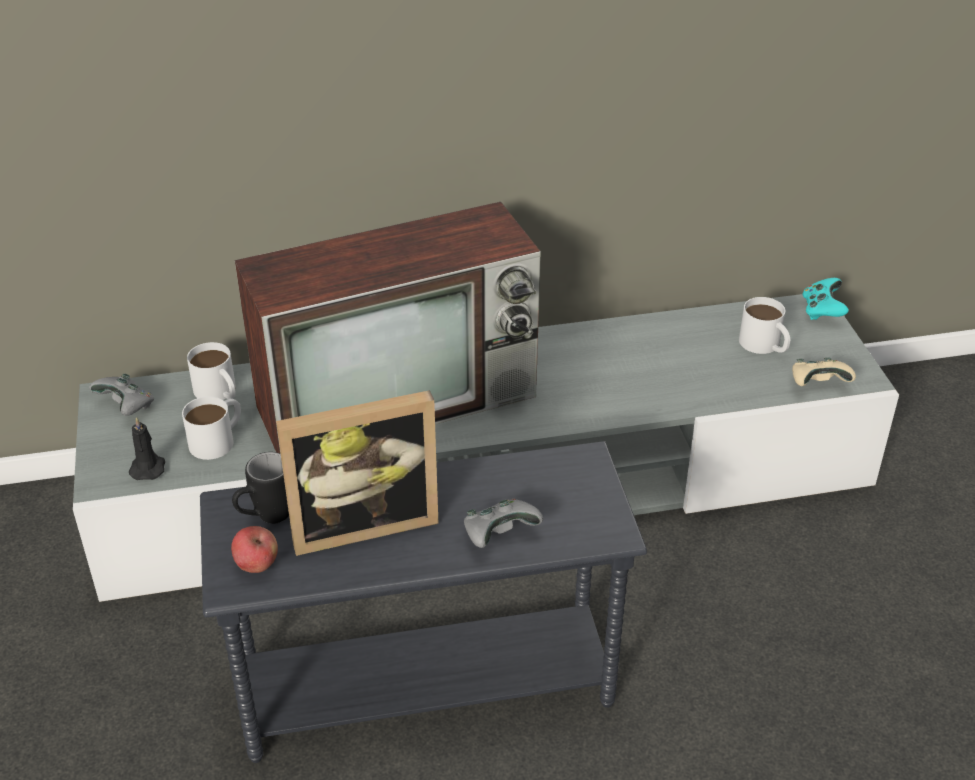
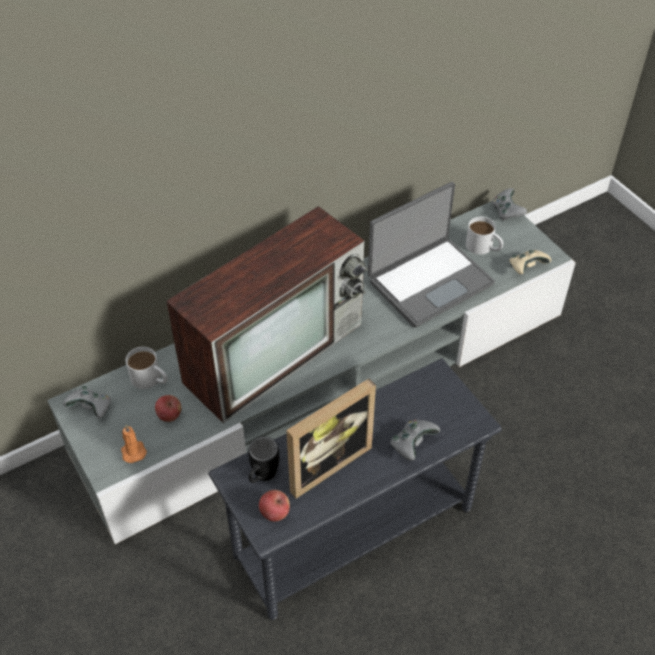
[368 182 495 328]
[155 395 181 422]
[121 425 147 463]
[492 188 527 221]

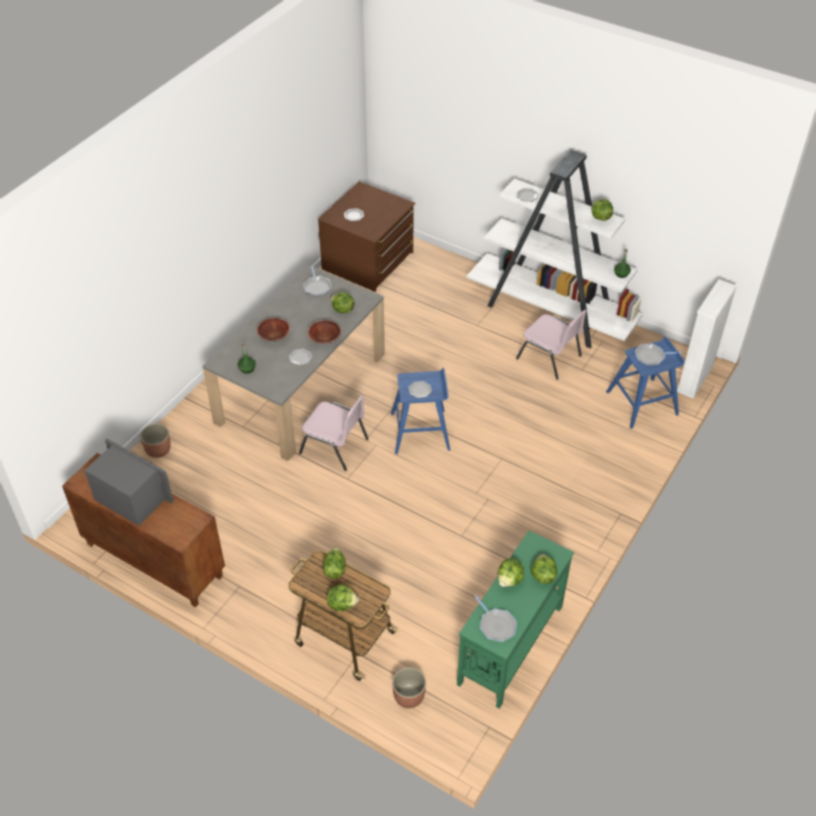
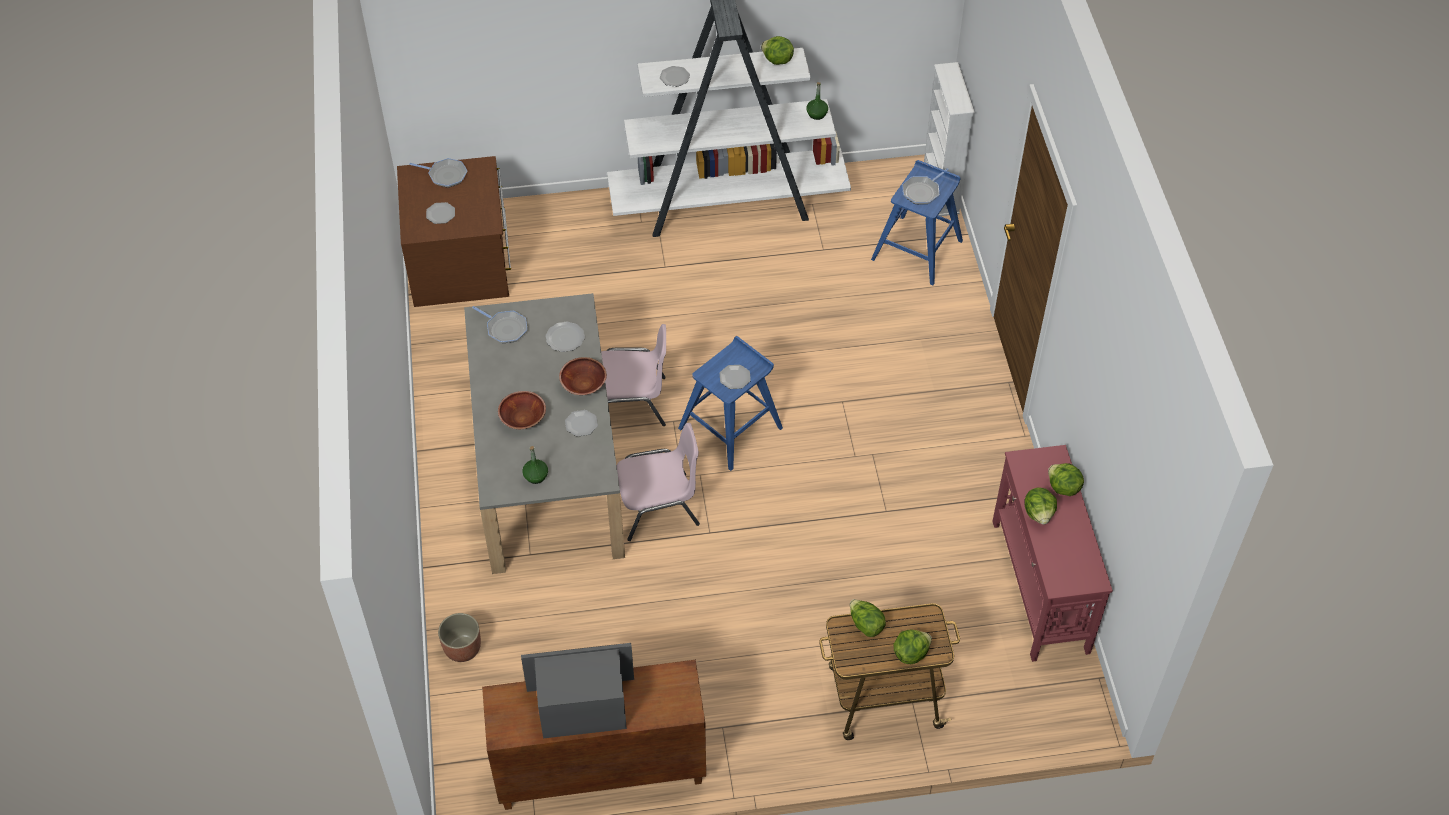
[392 667 426 708] (first image)
[409 158 467 188]
[601 324 666 426]
[545 322 585 352]
[993 445 1113 662]

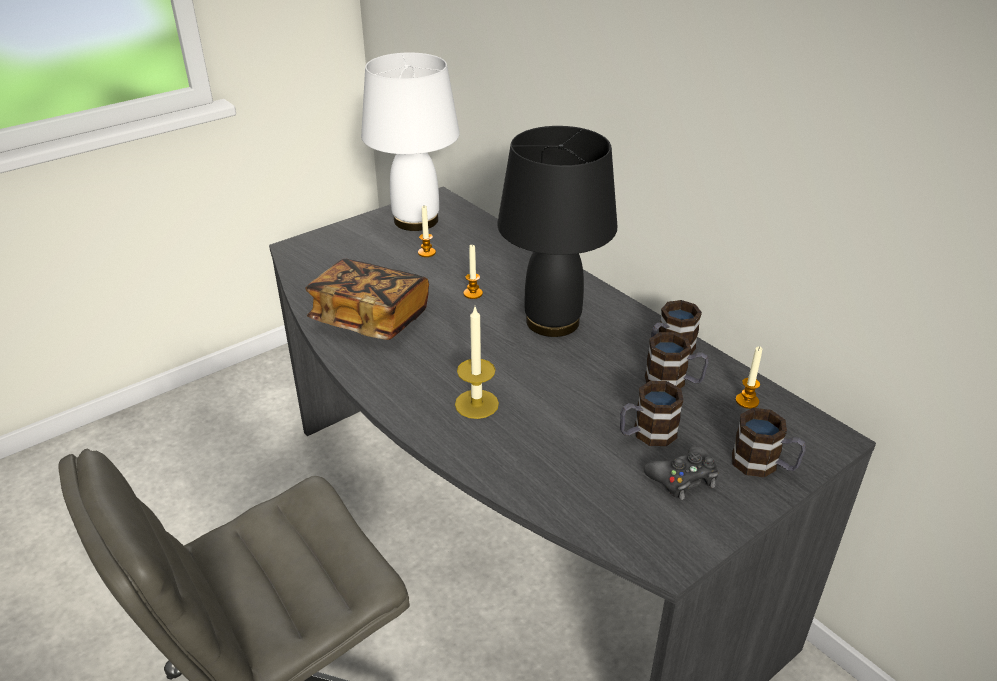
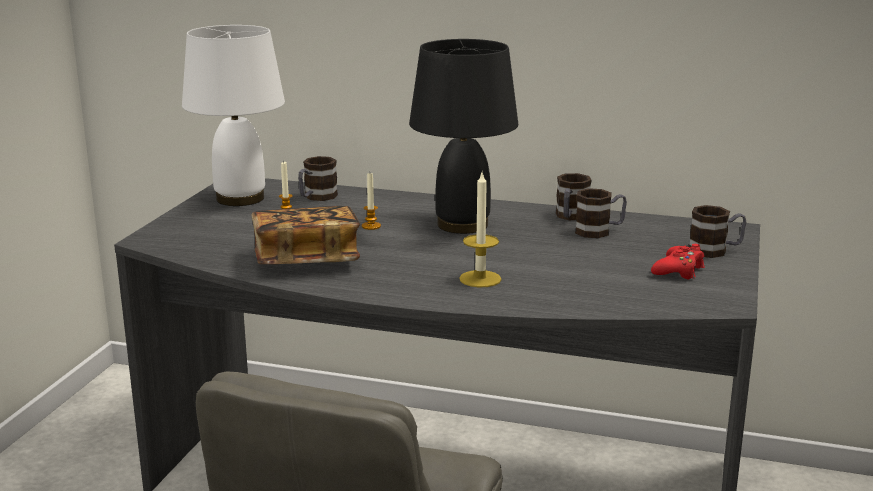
[736 346 762 409] (first image)
[298 156 338 201]
[651 244 705 280]

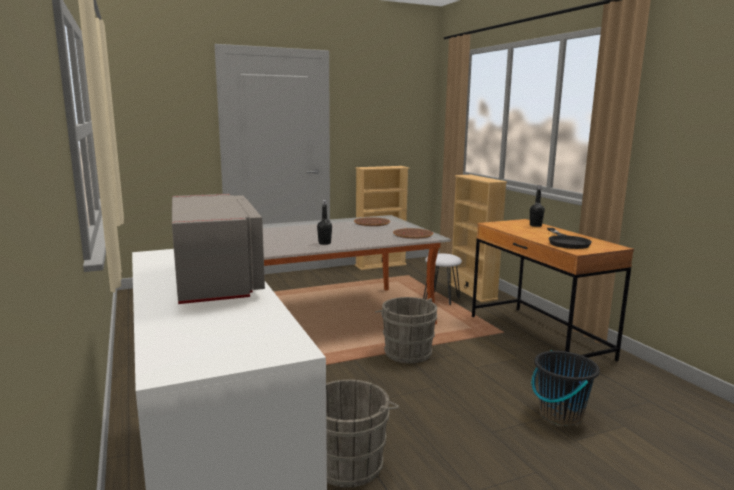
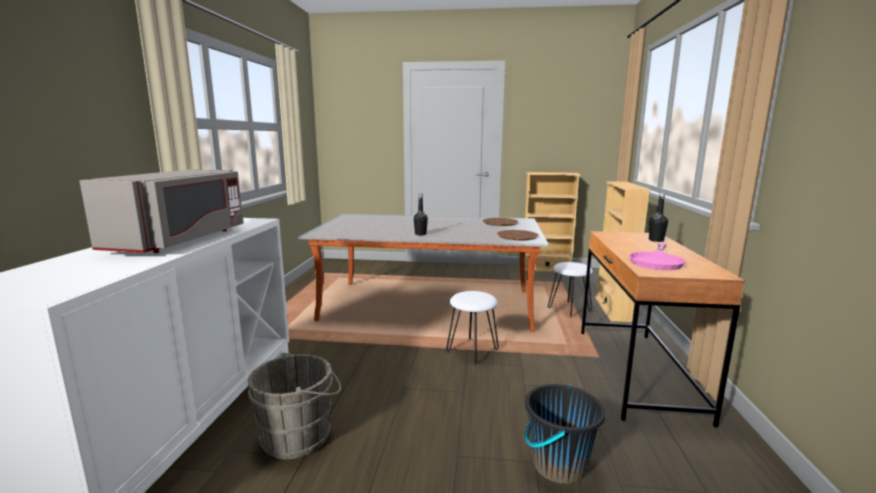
[446 291 499 365]
[629 243 686 270]

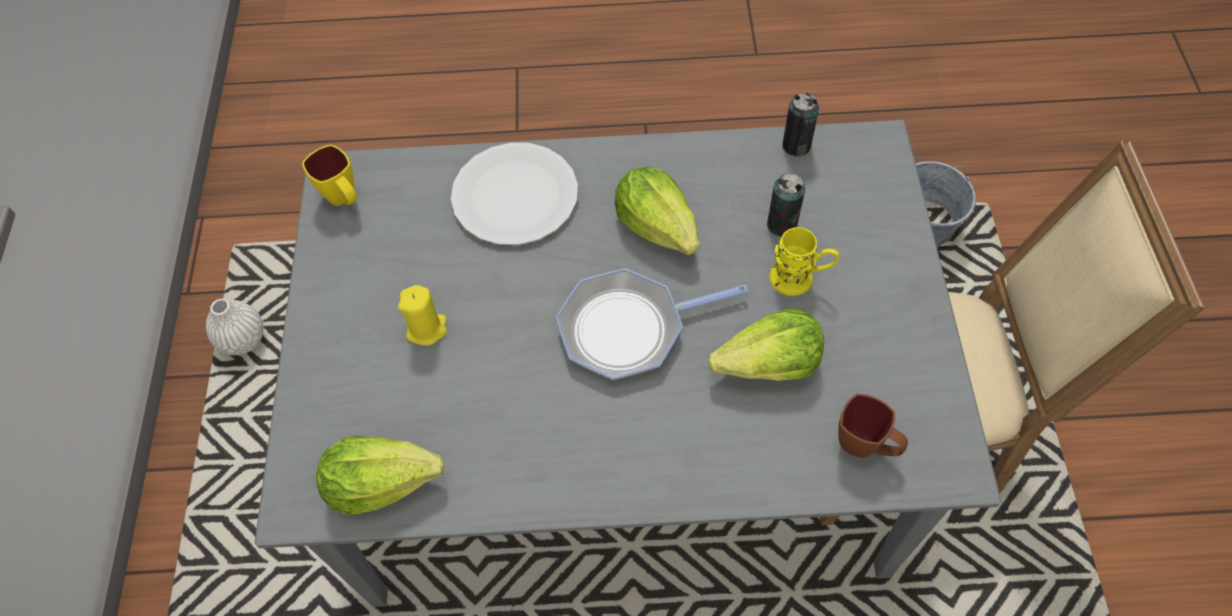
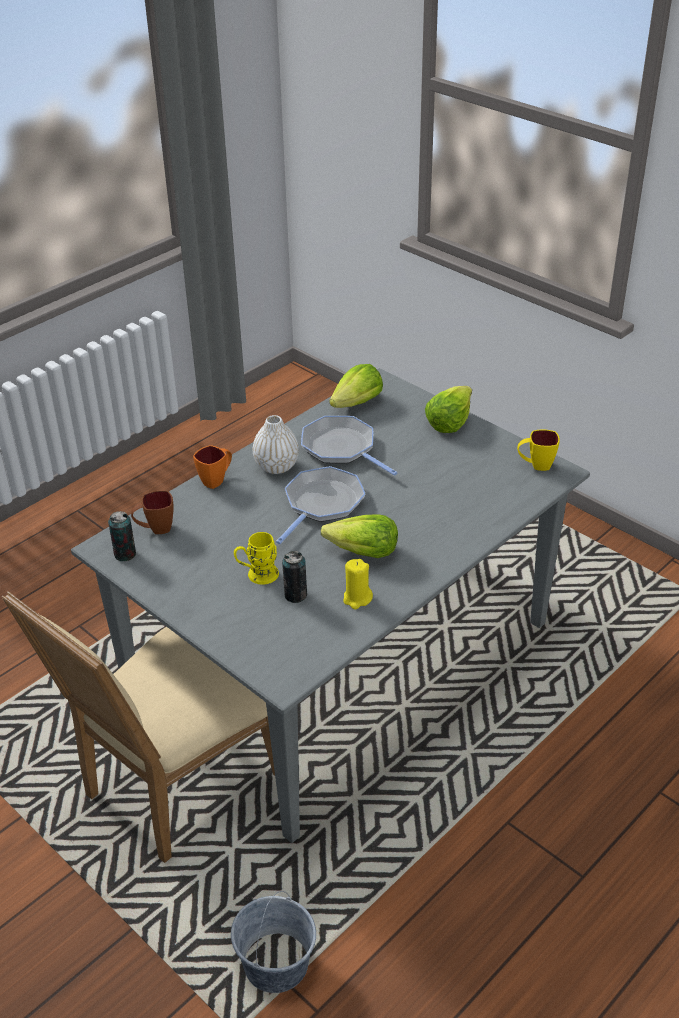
[451 143 578 245] (first image)
[193 445 232 489]
[301 416 398 476]
[252 415 299 474]
[343 559 373 609]
[425 386 472 433]
[108 511 136 561]

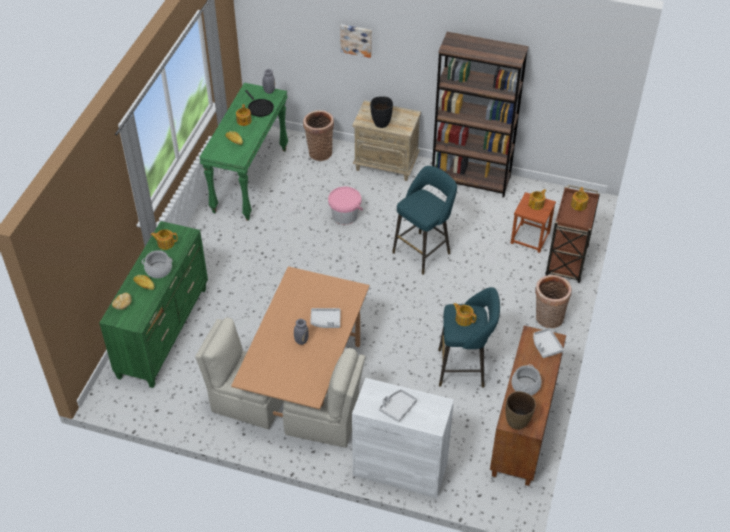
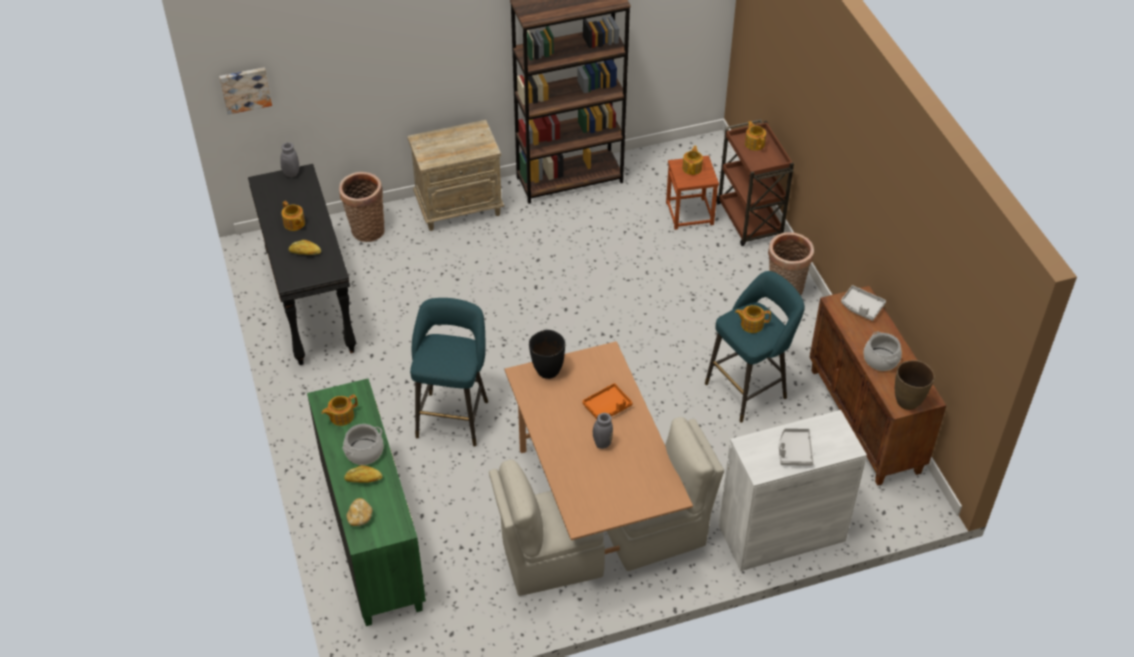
[245 90 274 117] (first image)
[328 187 363 225] (first image)
[219 67 272 115]
[529 330 565 379]
[410 298 488 447]
[248 164 356 365]
[582 383 633 419]

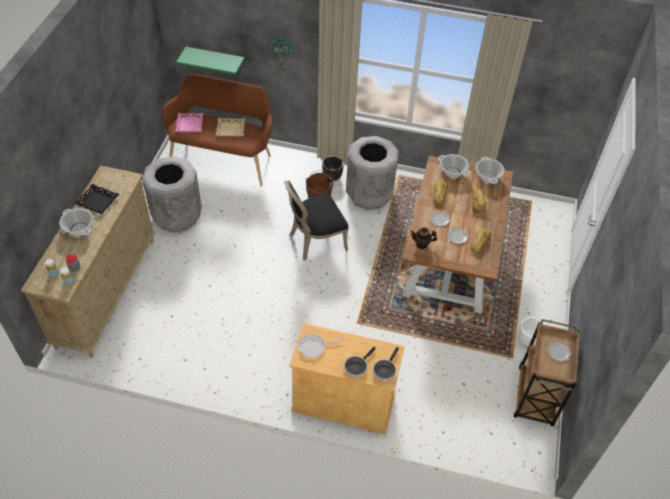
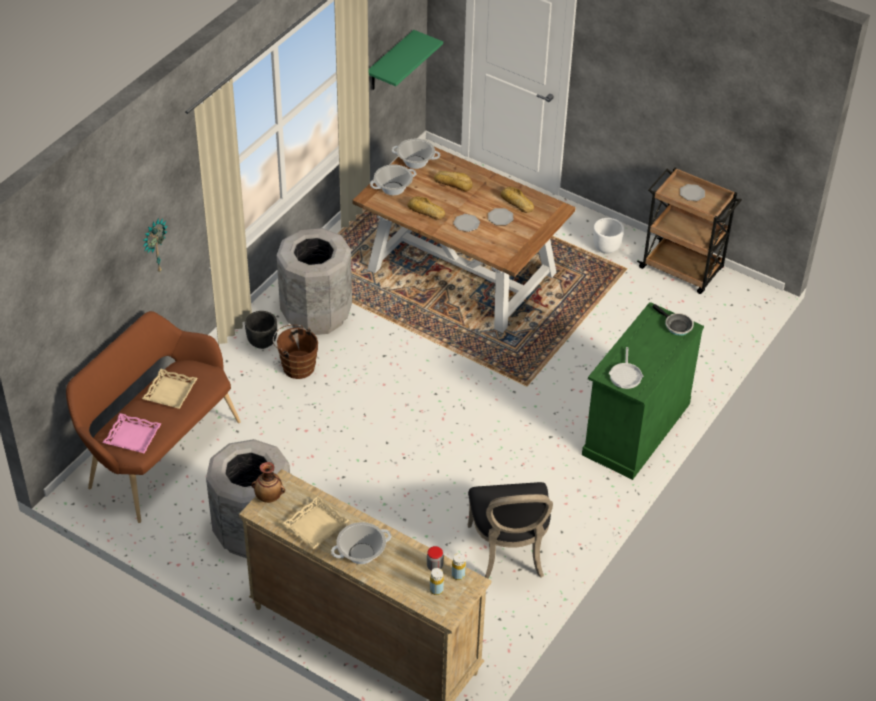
[344 347 376 377] (first image)
[410 227 437 249] (first image)
[251 462 285 503]
[369 30 443 90]
[468 482 553 579]
[282 496 349 549]
[582 302 704 480]

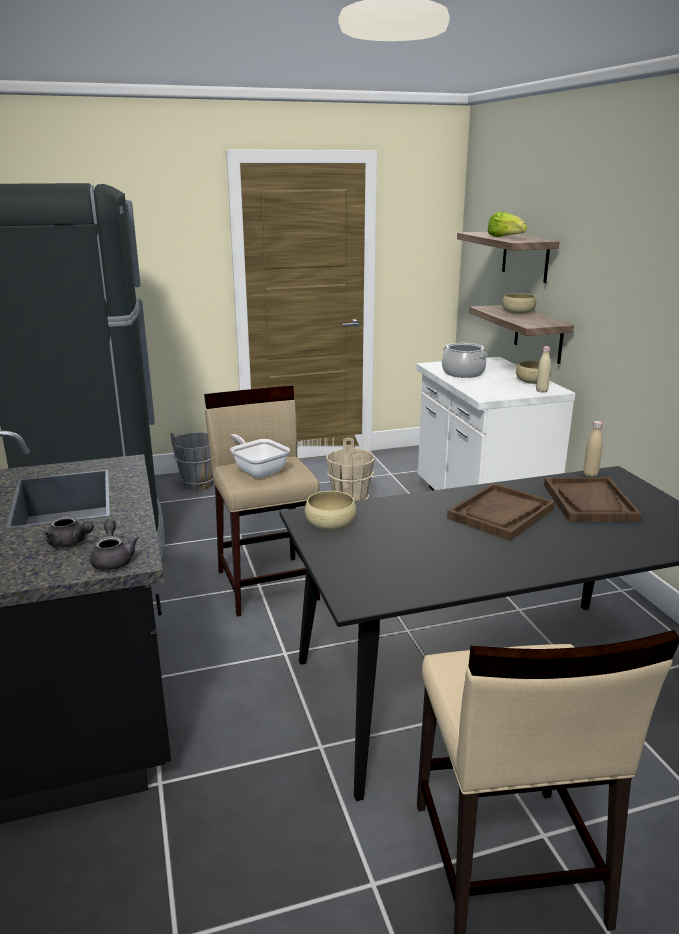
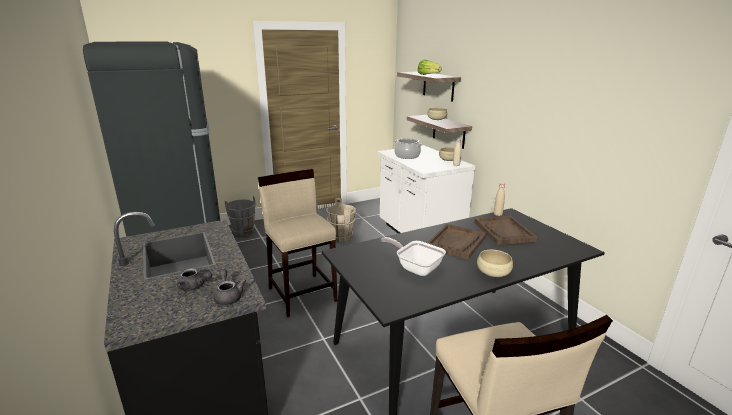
[381 237 446 276]
[477 250 513 277]

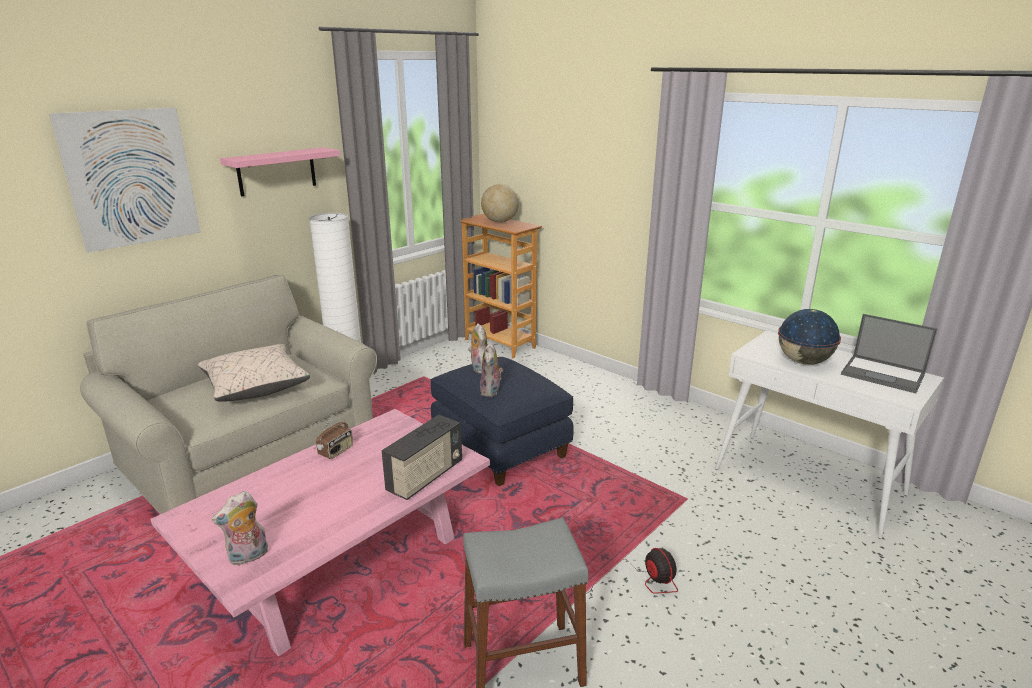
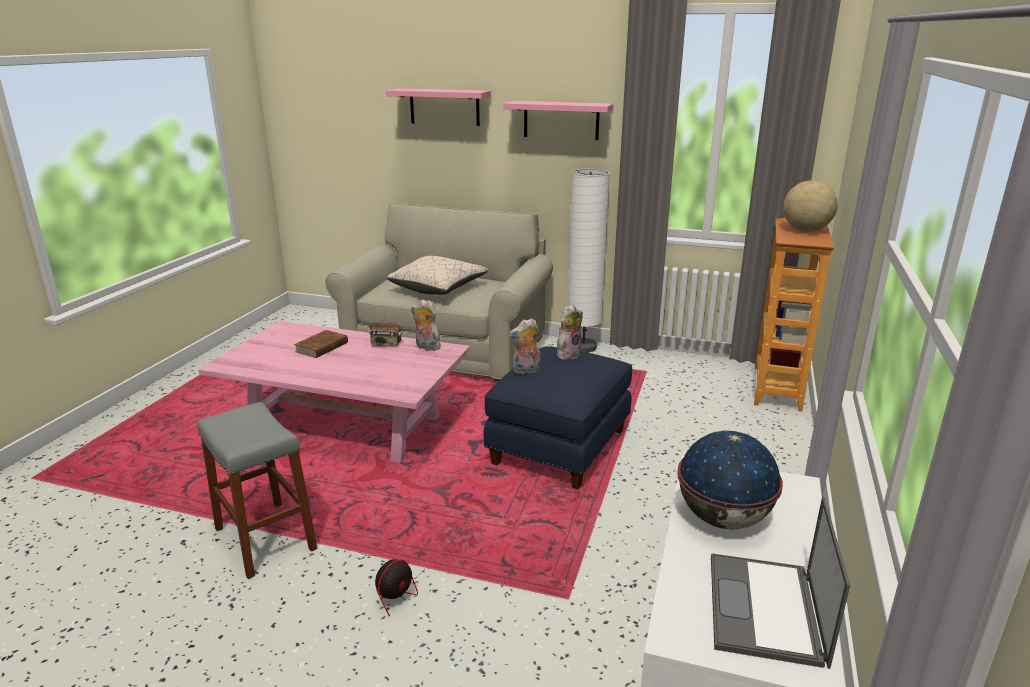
[382 415 462 500] (first image)
[294 330 348 358]
[411 299 442 351]
[386 88 491 126]

